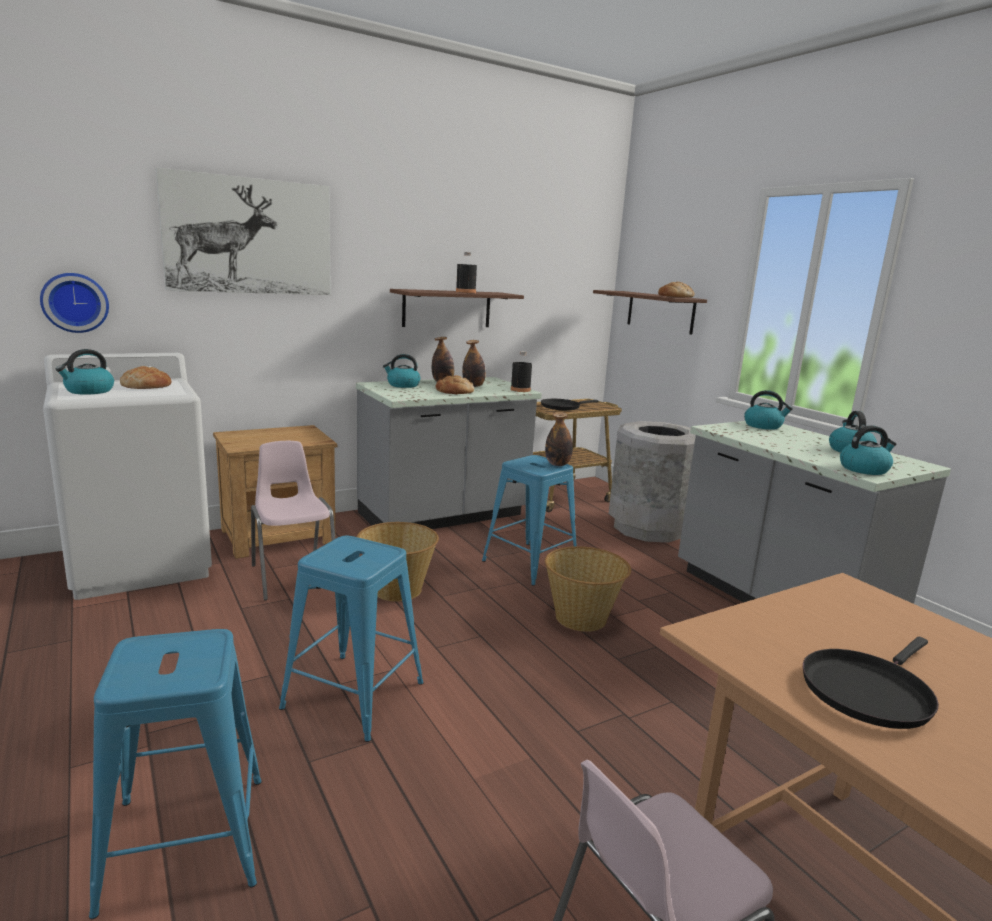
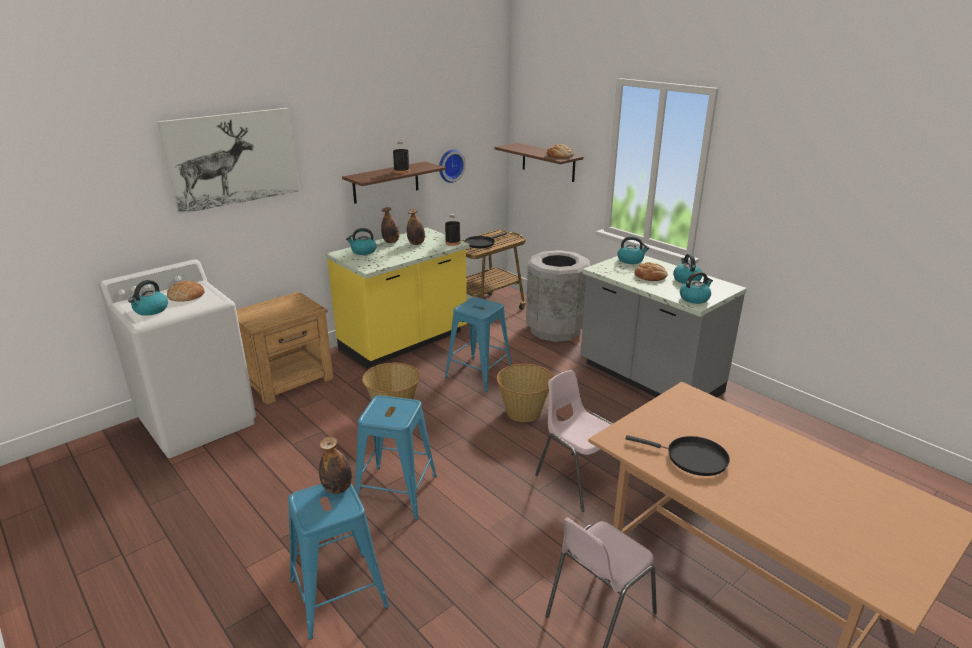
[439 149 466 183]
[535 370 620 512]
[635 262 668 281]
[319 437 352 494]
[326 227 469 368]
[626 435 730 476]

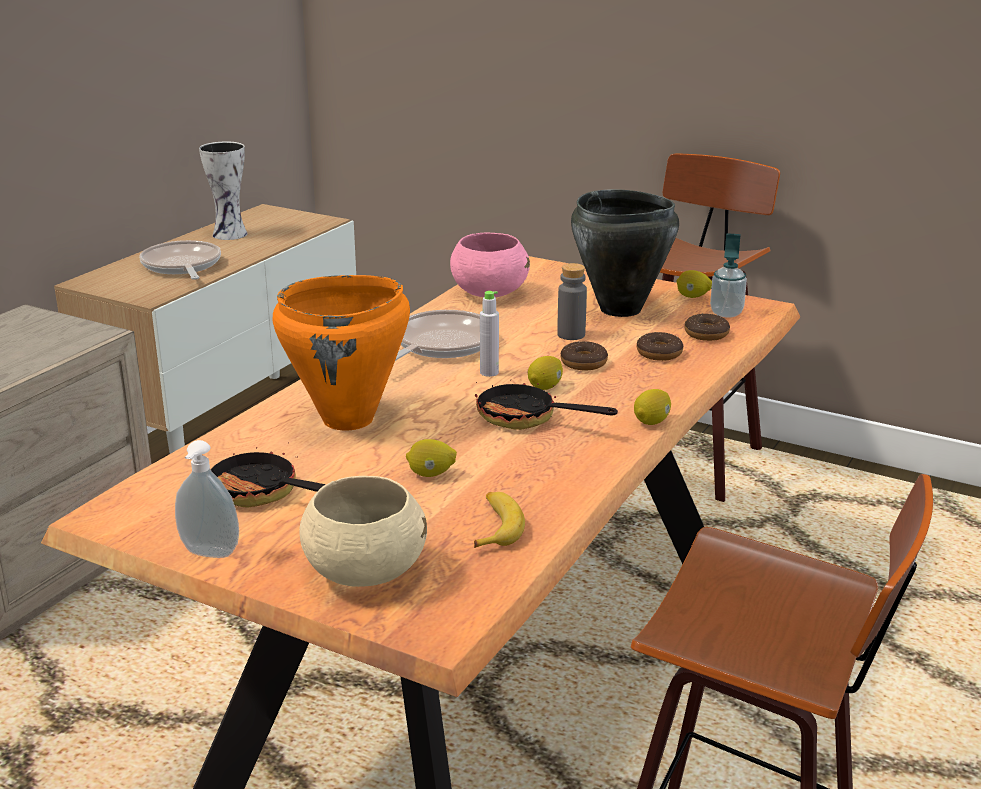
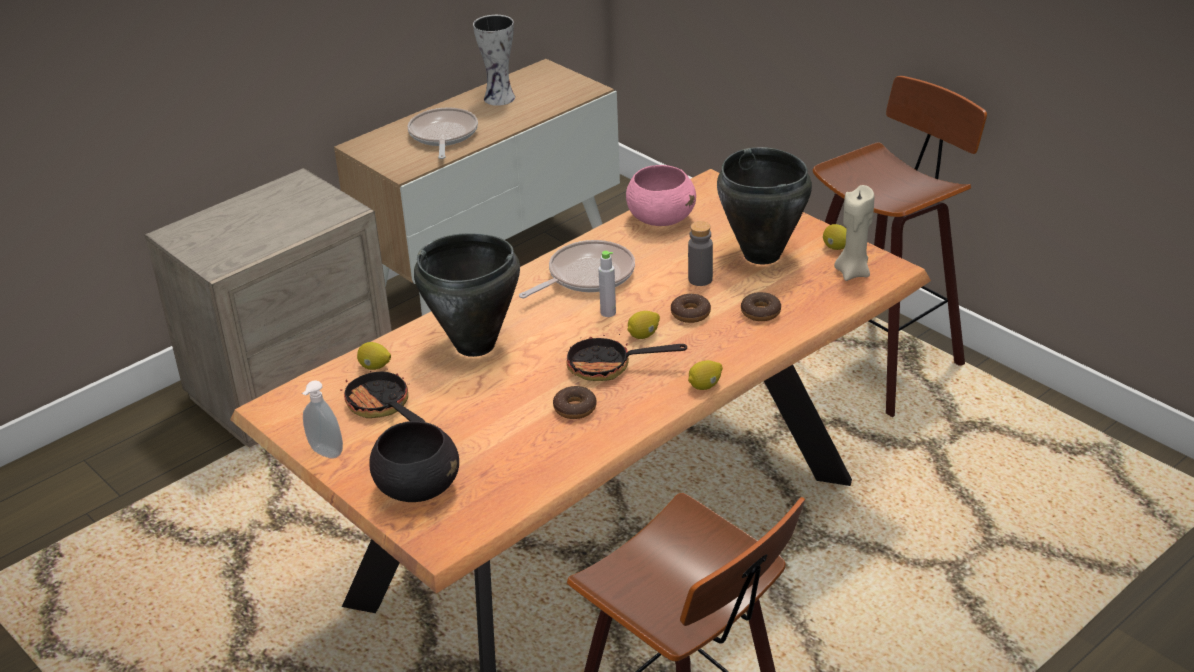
[474 492 525 548] (first image)
[357 342 391 370]
[553 386 597 419]
[834 185 874 281]
[414 233 520 357]
[369 421 459 502]
[566 334 687 381]

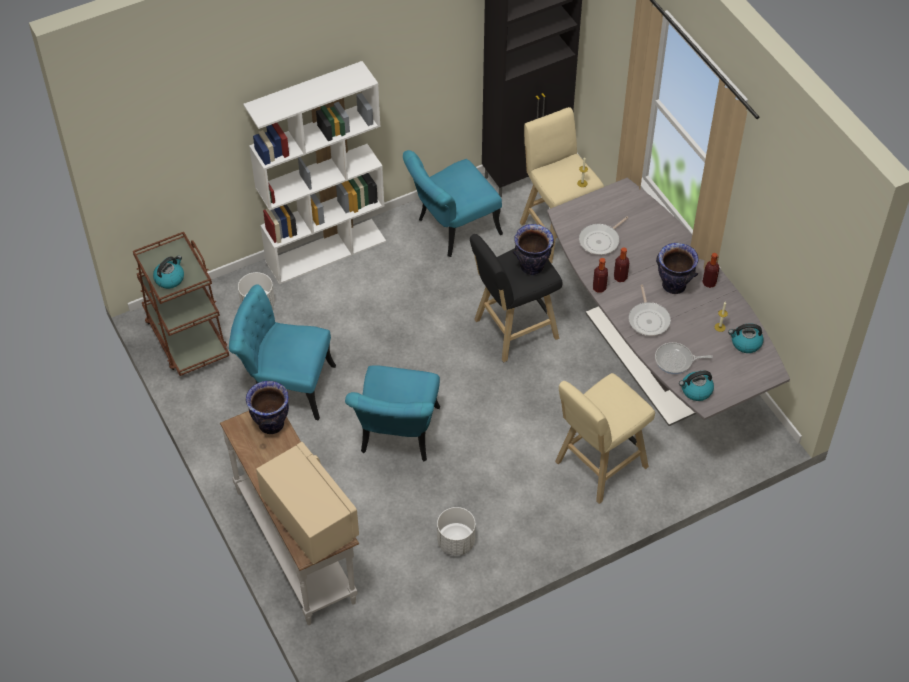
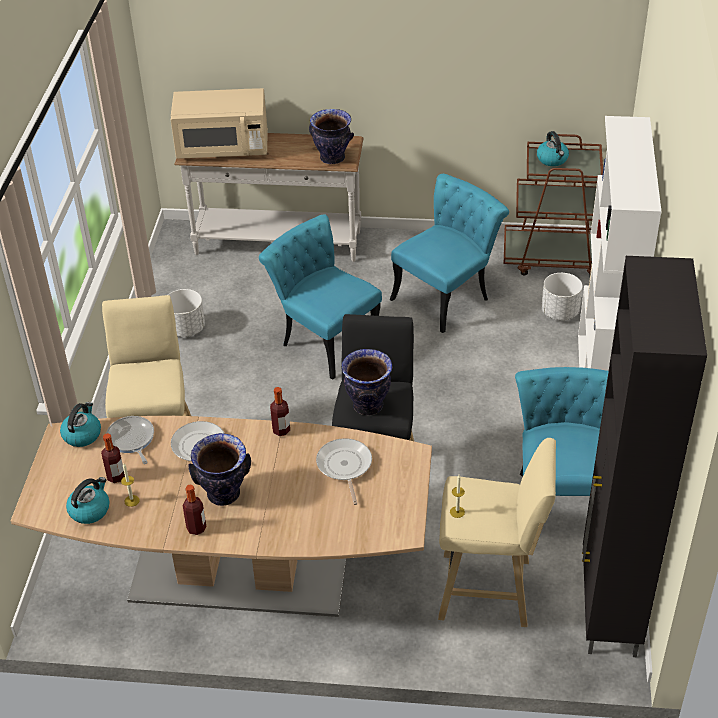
[101 433 125 483]
[11 416 432 617]
[106 416 154 464]

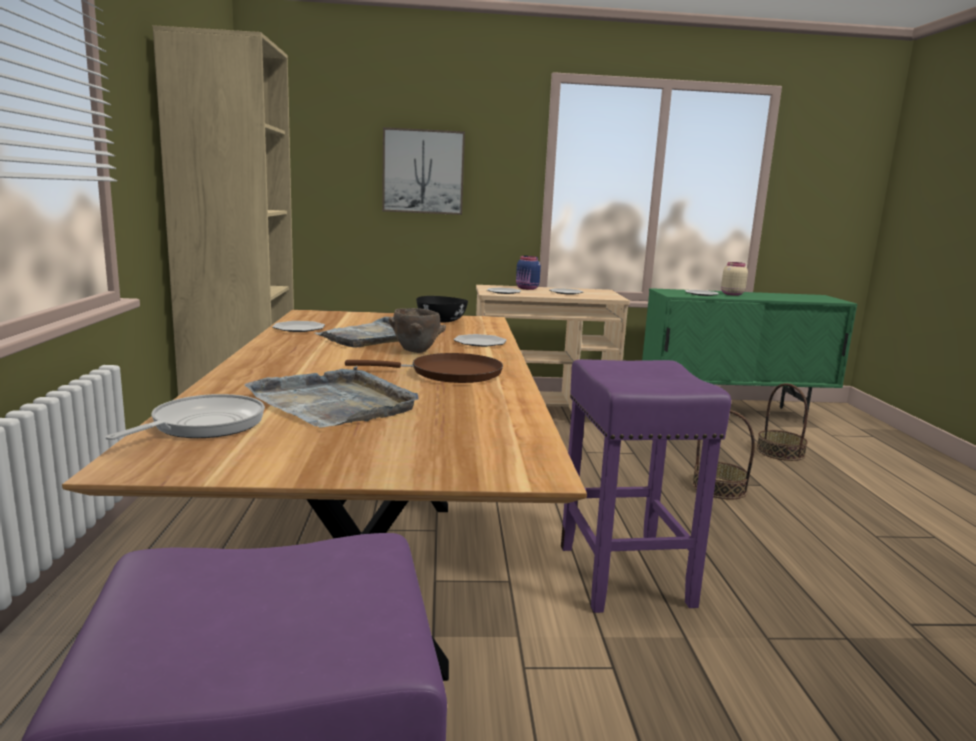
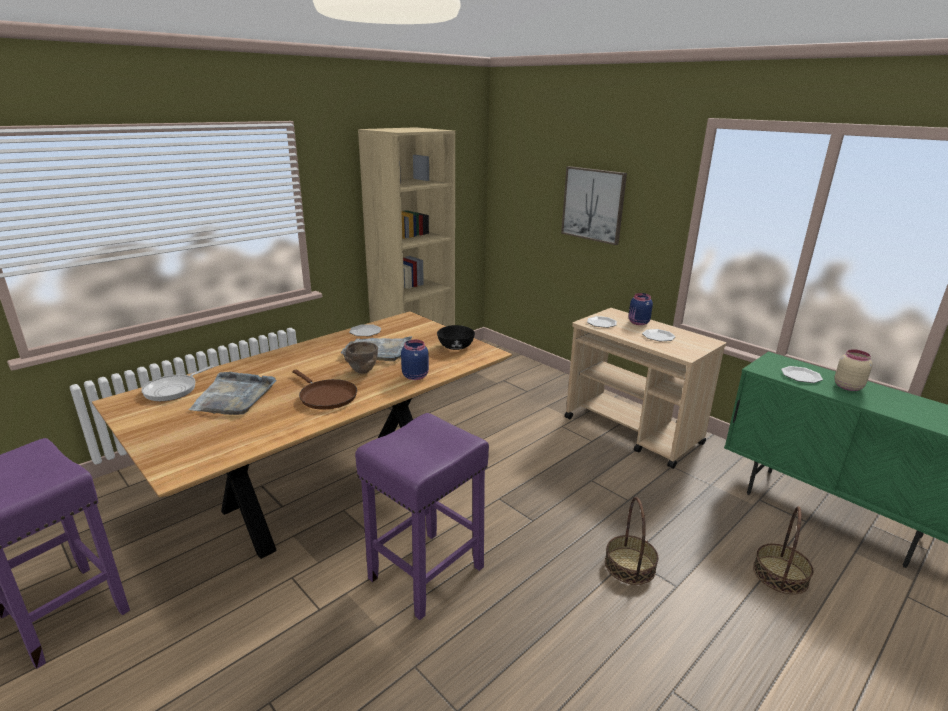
[401 340 429 380]
[141 366 214 401]

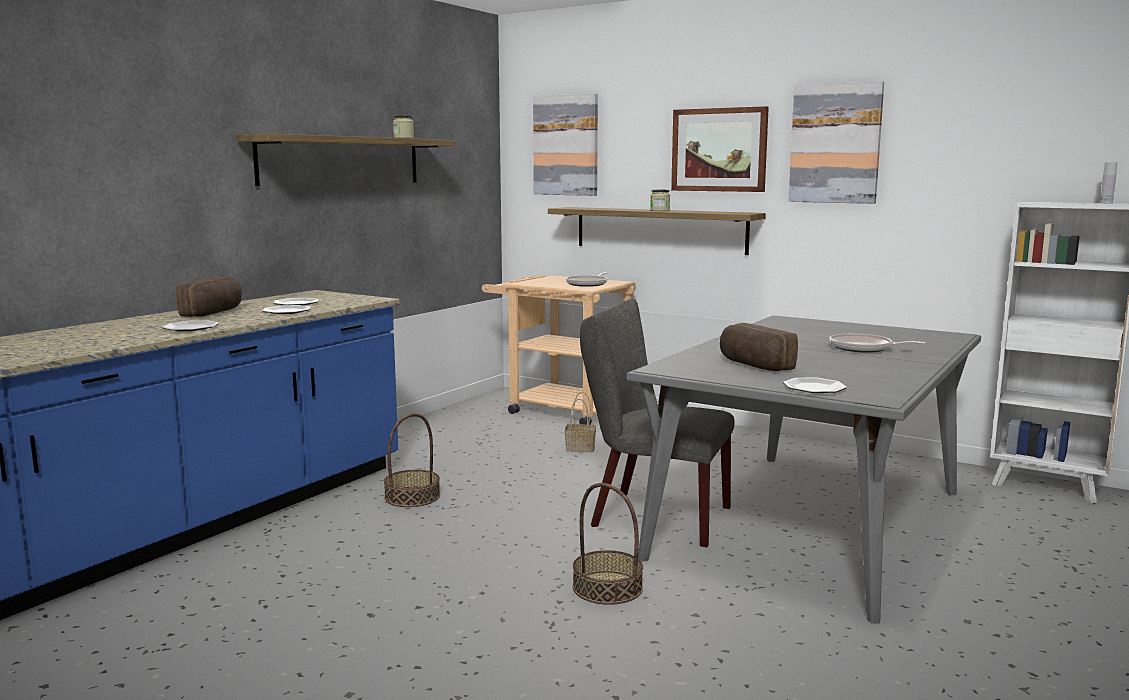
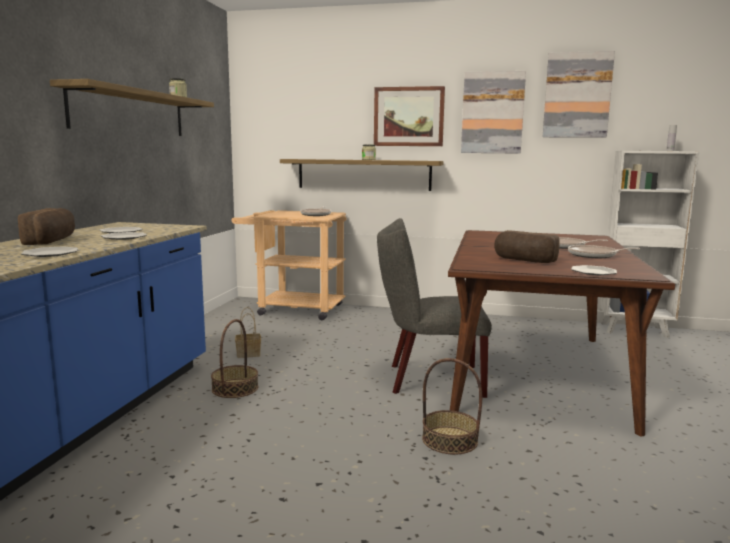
[568 245 640 258]
[543 51 615 138]
[235 307 261 358]
[448 230 675 437]

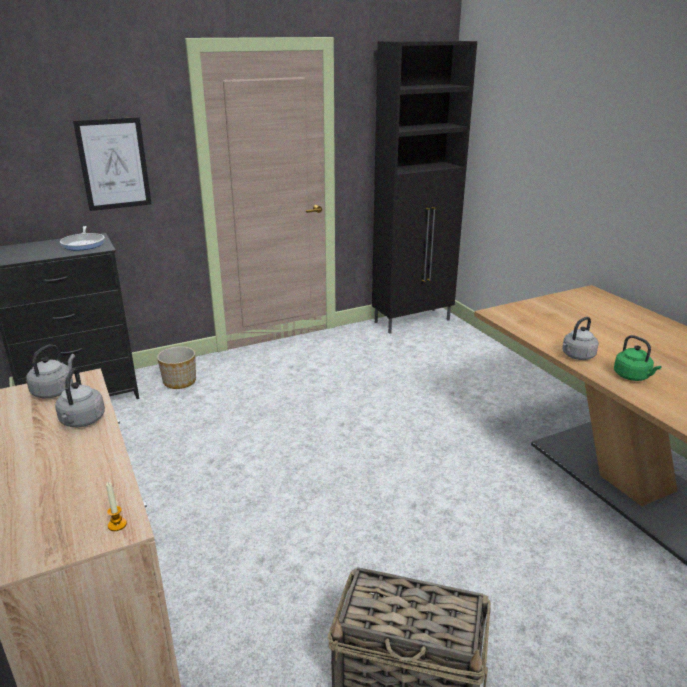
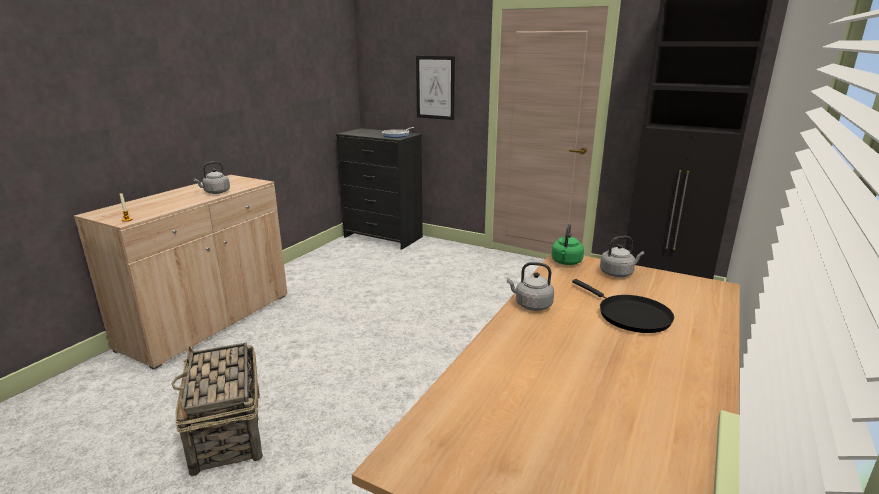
[157 346 196 389] (first image)
[572 279 674 333]
[600 236 644 277]
[551 224 584 265]

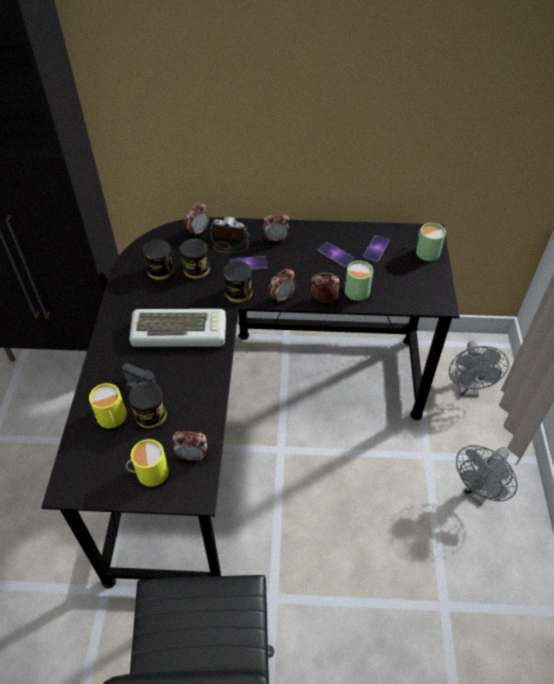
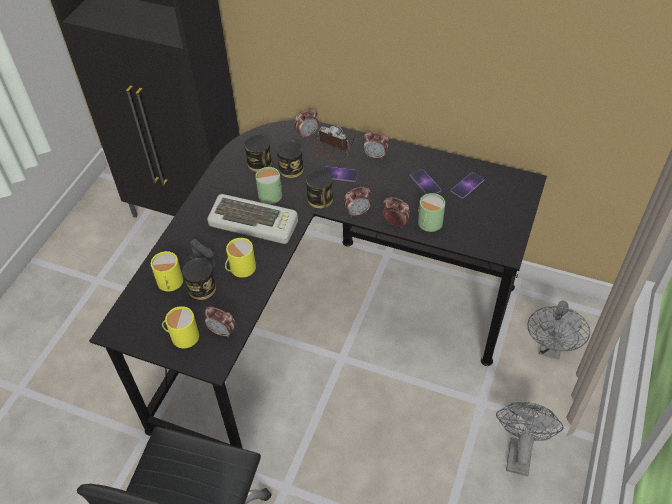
[225 238 256 278]
[255 167 282 204]
[496 402 564 476]

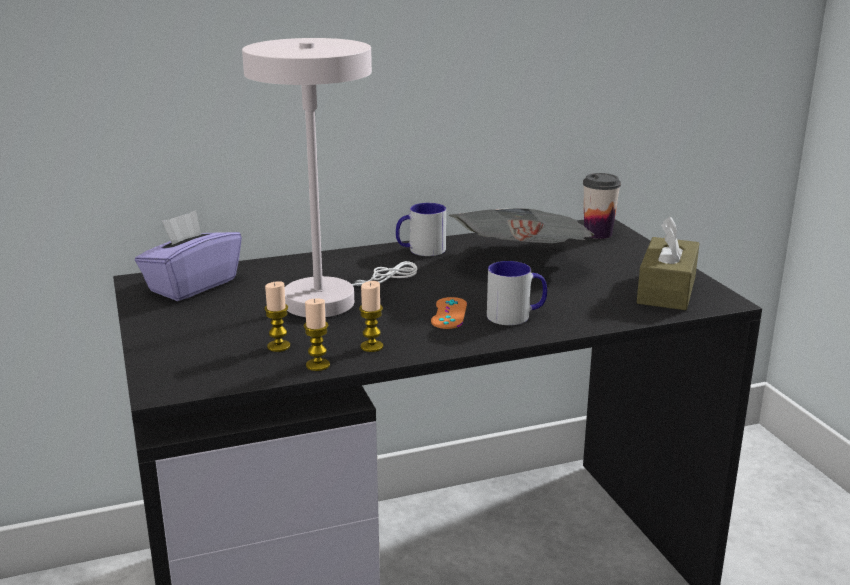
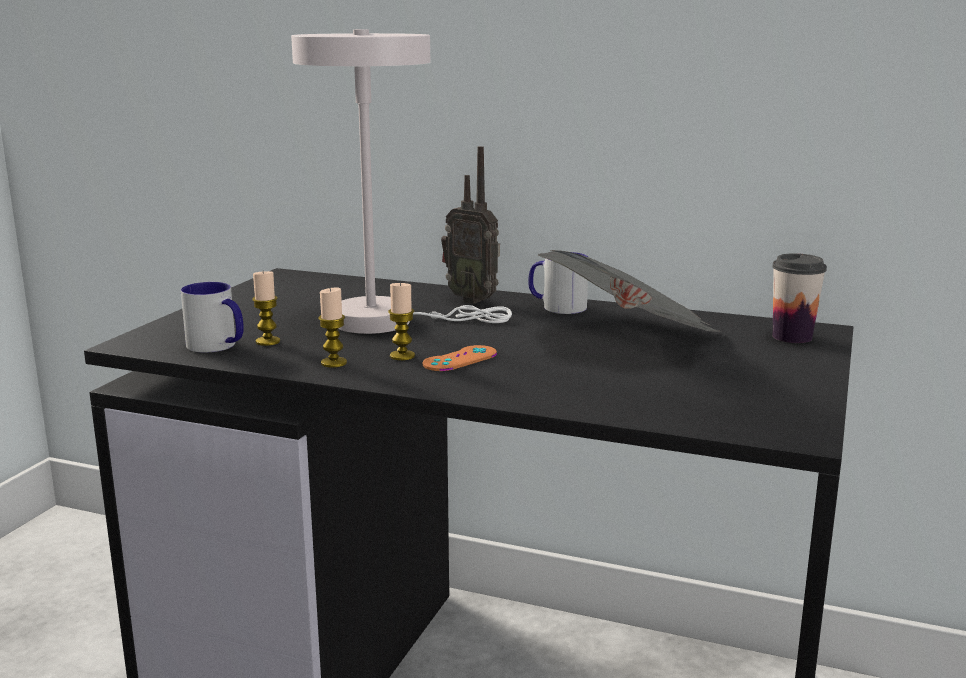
[135 210 242 301] (first image)
[637 216 699 310] (first image)
[441 146 500 304]
[388 282 415 360]
[181 282 244 353]

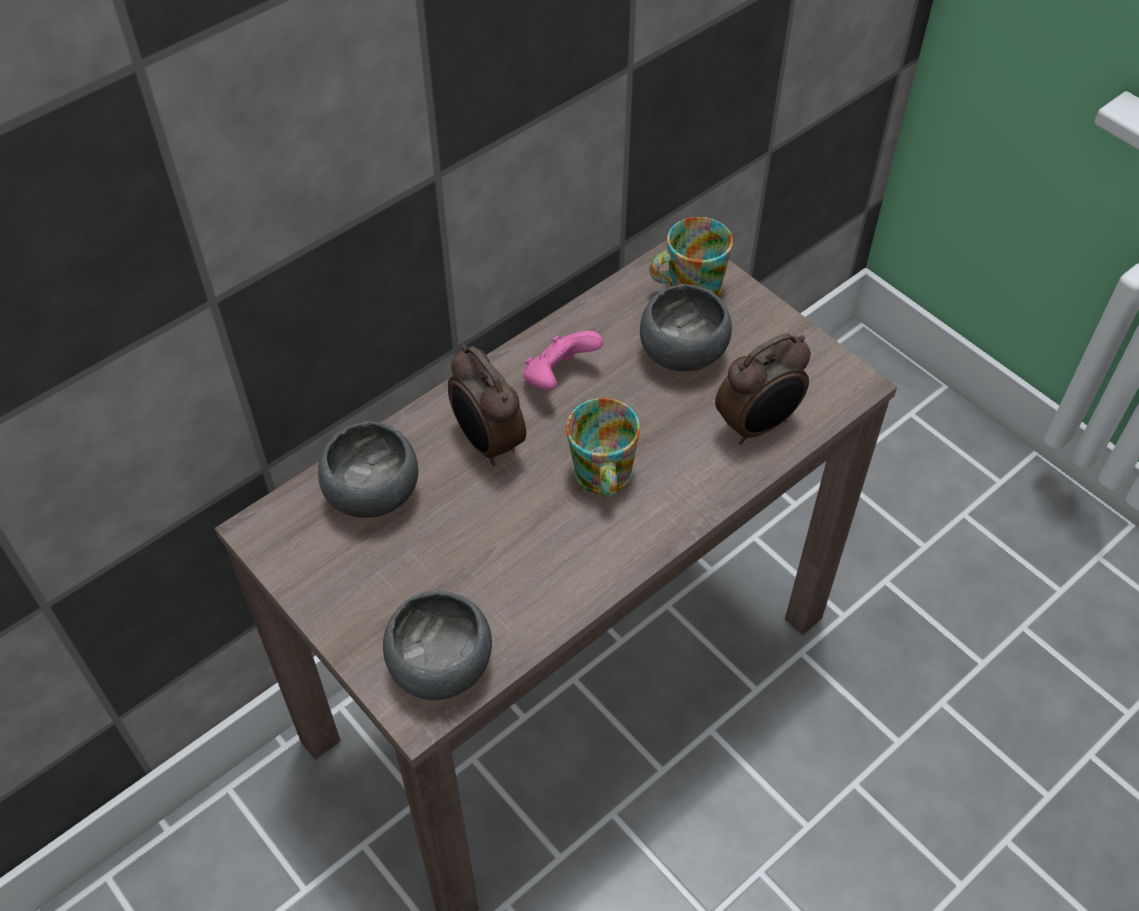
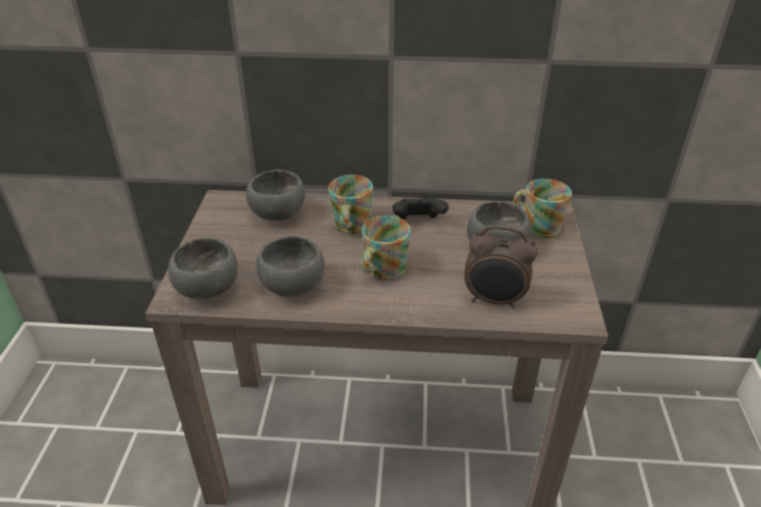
[256 236 325 297]
[328 175 373 233]
[392 195 449 219]

